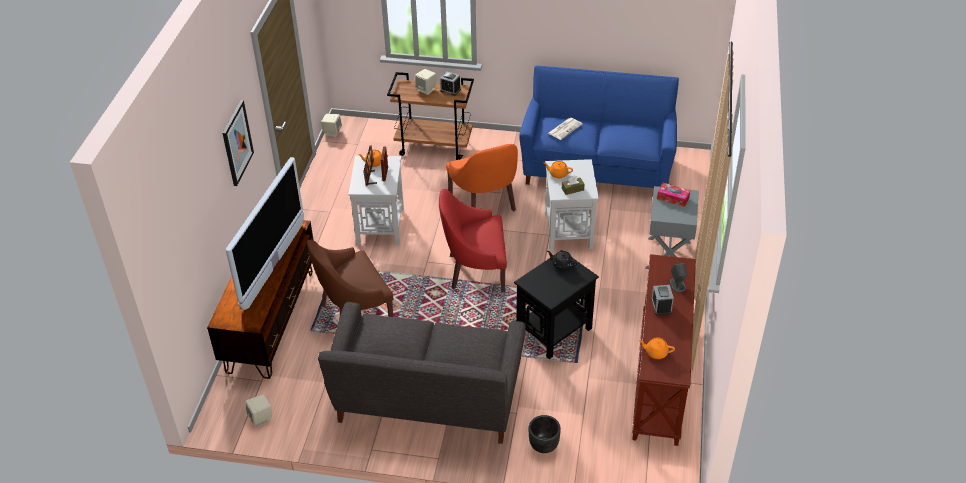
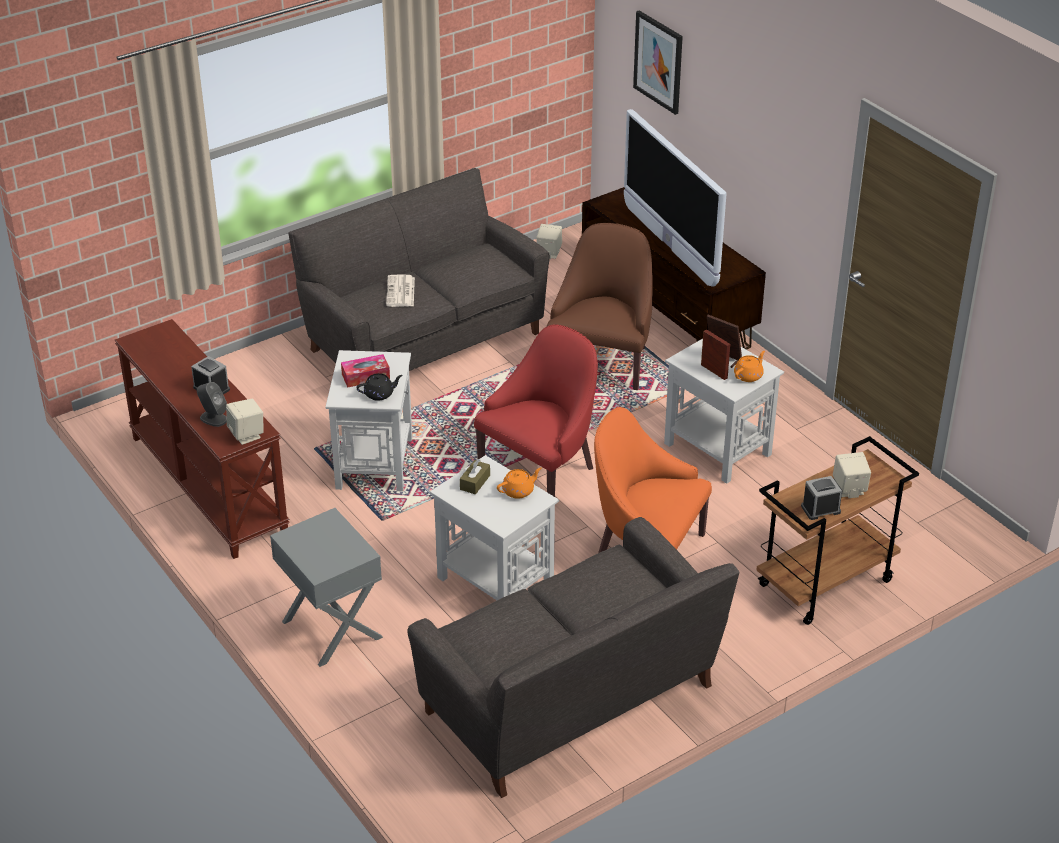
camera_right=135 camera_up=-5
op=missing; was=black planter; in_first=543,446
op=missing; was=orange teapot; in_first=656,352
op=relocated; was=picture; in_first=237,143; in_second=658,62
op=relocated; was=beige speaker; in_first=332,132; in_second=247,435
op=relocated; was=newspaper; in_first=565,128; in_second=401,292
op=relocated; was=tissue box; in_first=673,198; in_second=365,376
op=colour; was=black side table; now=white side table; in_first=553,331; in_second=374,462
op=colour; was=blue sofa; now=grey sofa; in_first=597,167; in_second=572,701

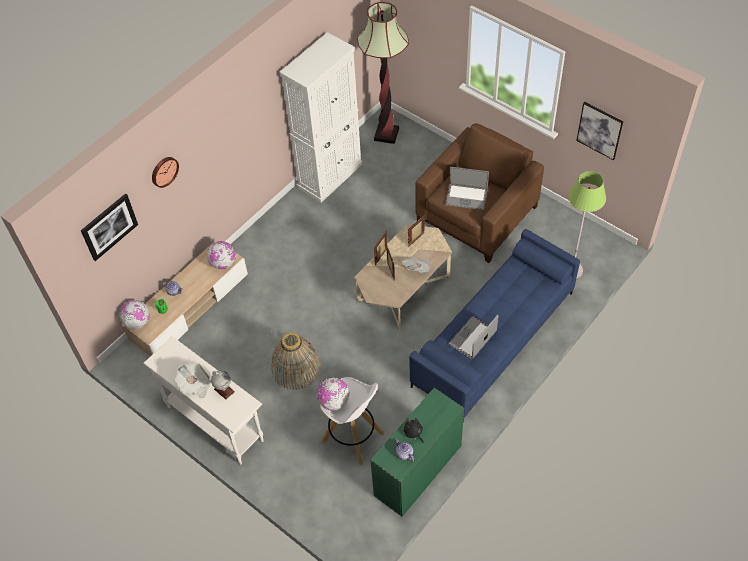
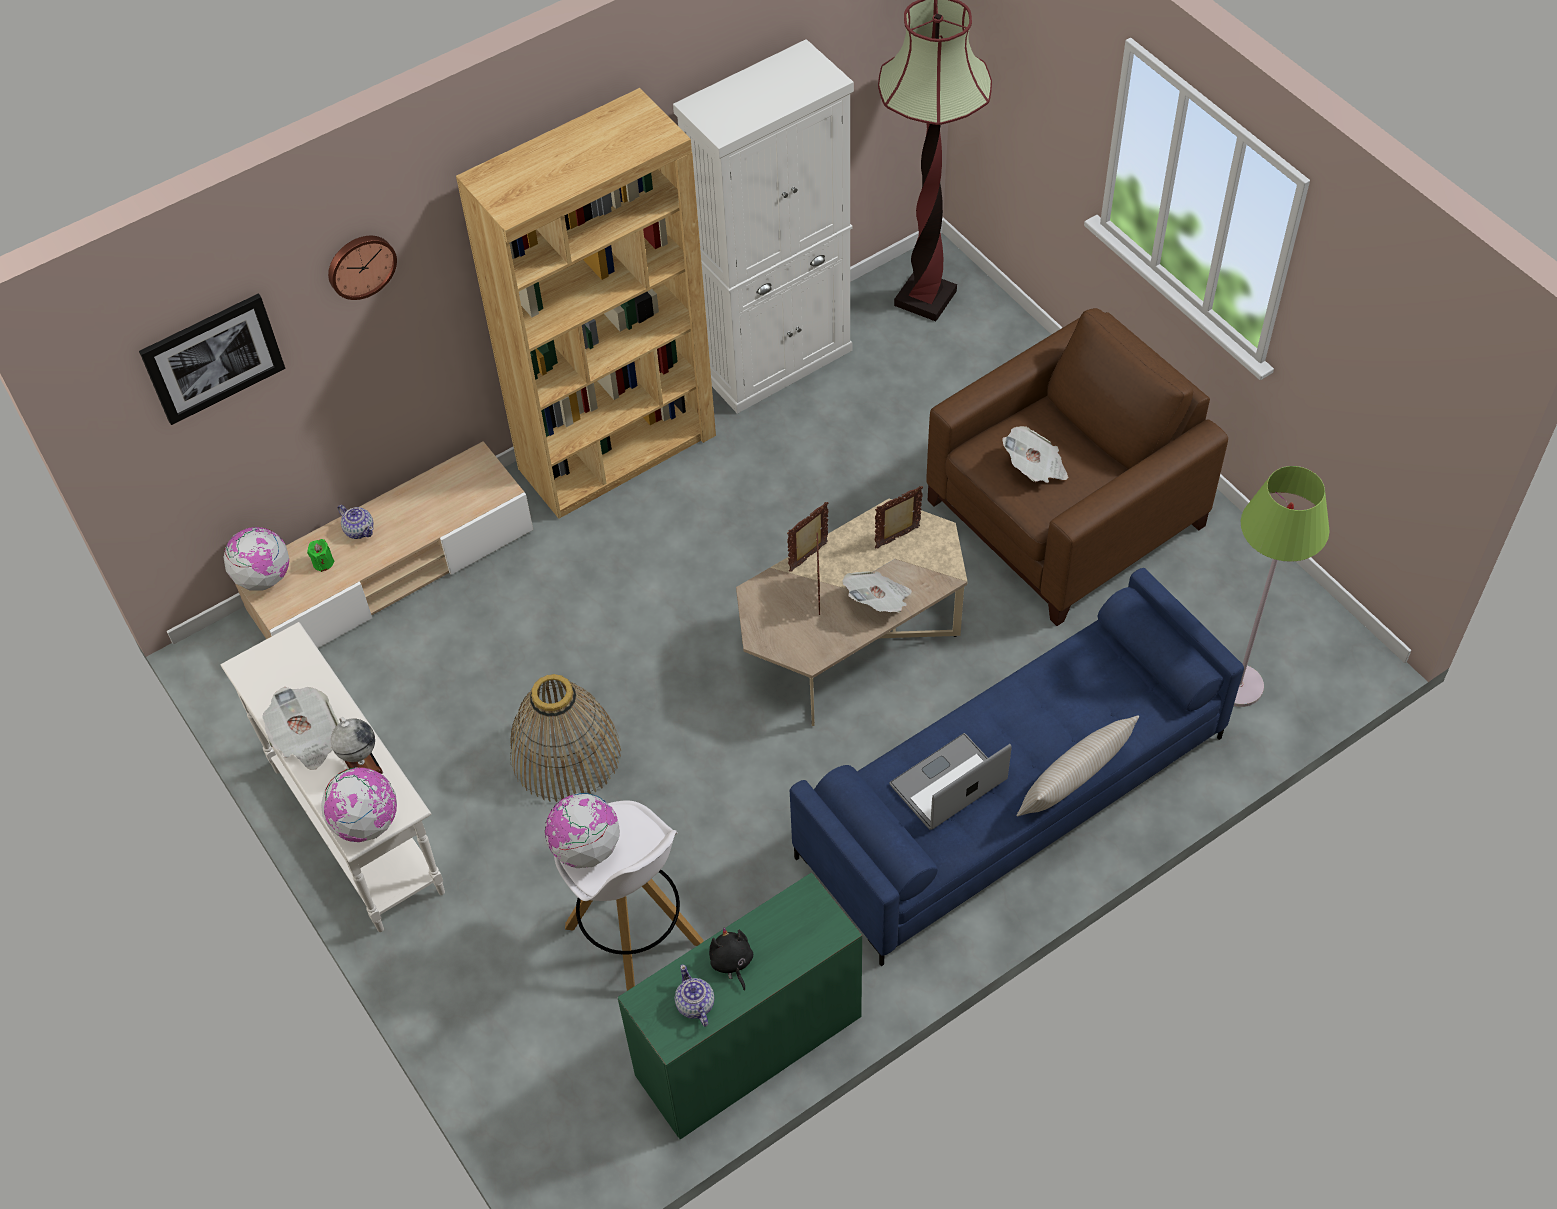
camera_right=15 camera_up=0
op=missing; was=picture; in_first=599,130
op=appeared; now=brown bookcase; in_second=618,452
op=appeared; now=beige pillow; in_second=1074,782
op=relocated; was=globe; in_first=223,263; in_second=366,822
op=exchanged; was=laptop; now=newspaper; in_first=466,197; in_second=1035,468

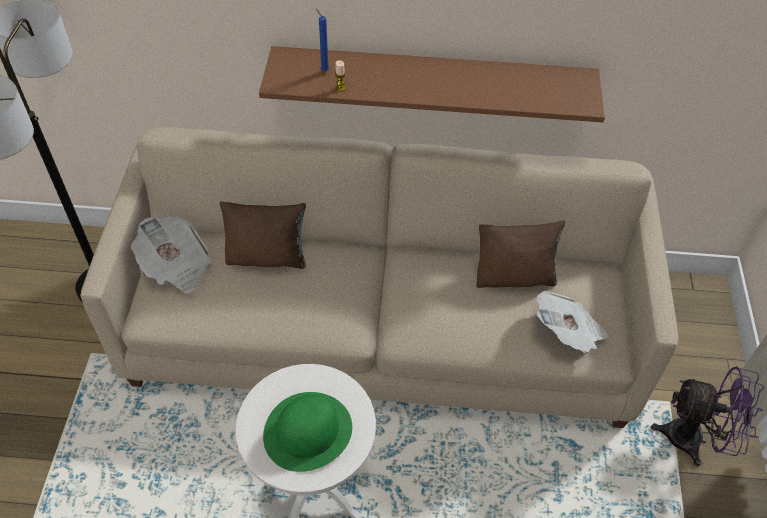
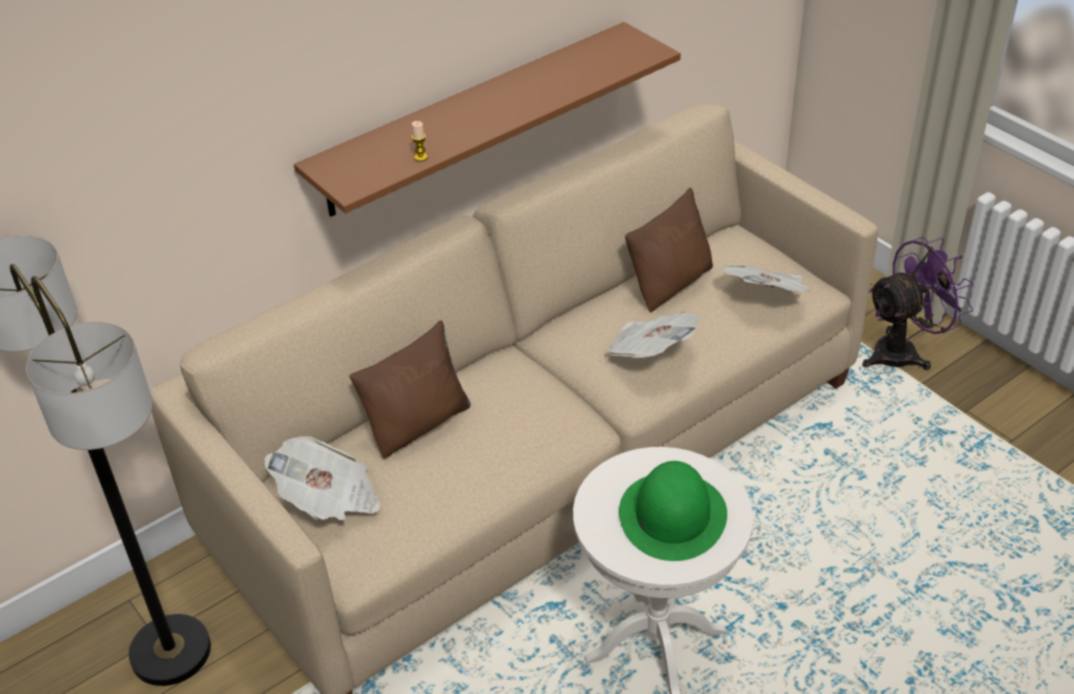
camera_right=-40 camera_up=-10
op=missing; was=blue candle; in_first=324,70
op=appeared; now=newspaper; in_second=651,353

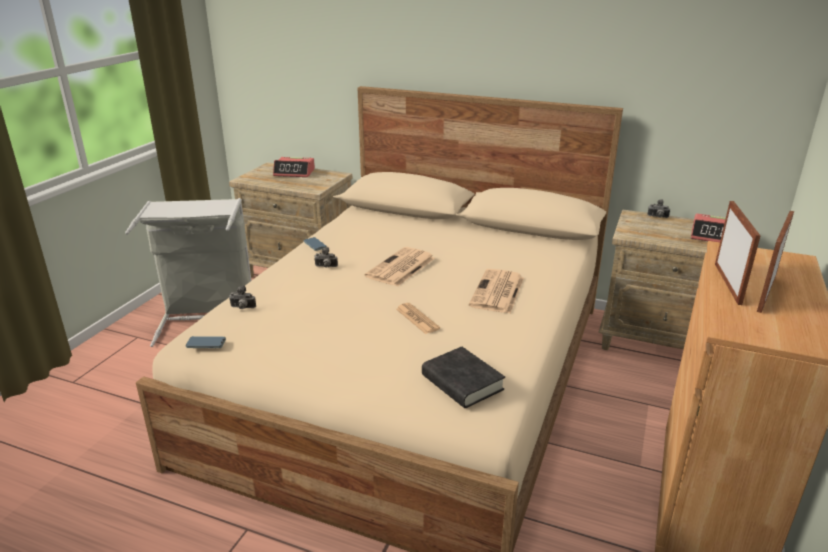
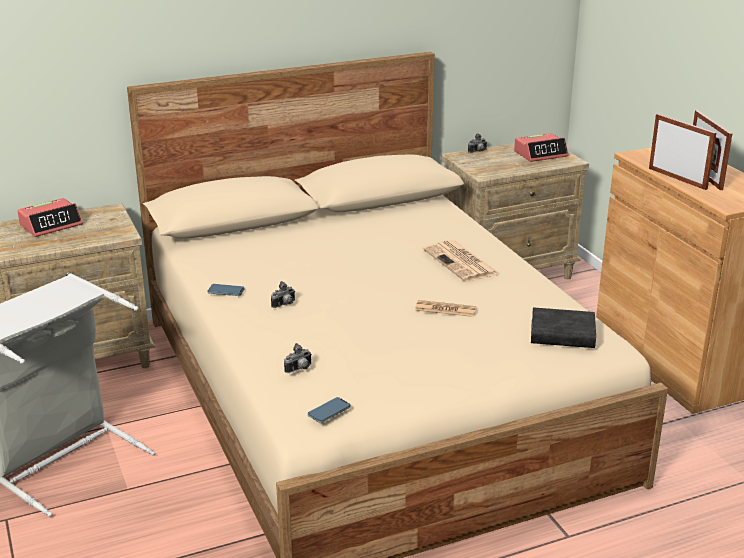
camera_right=-45 camera_up=0
op=missing; was=newspaper; in_first=400,268

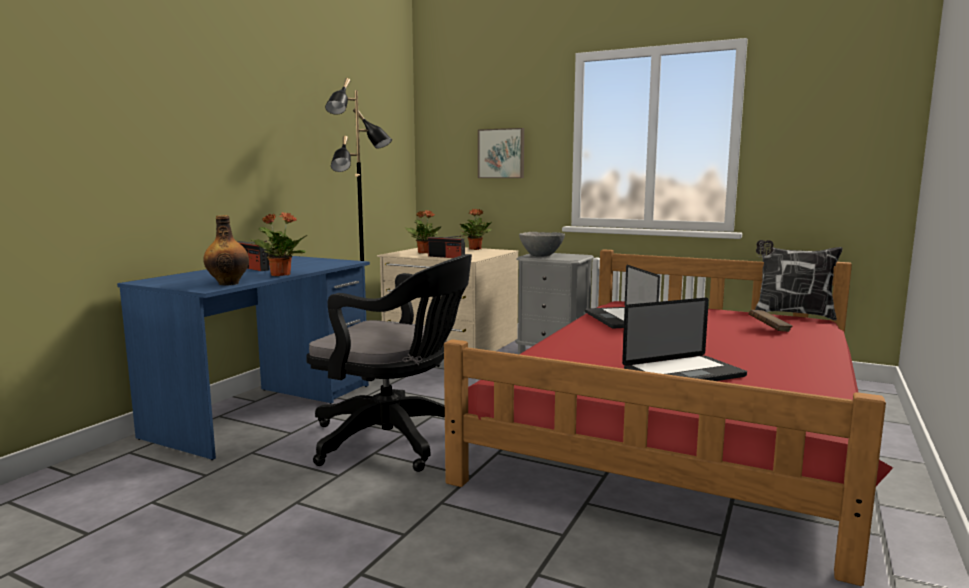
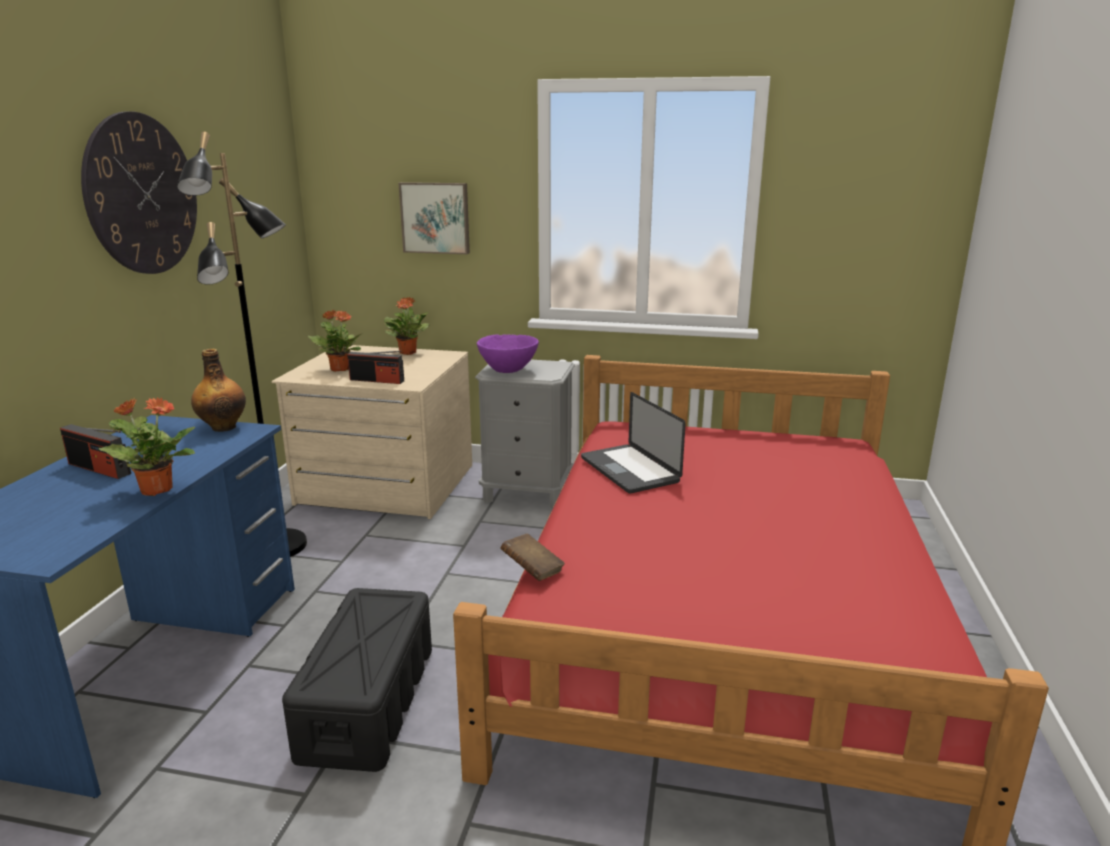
camera_right=-15 camera_up=10
op=missing; was=laptop; in_first=683,374
op=missing; was=pillow; in_first=792,314
op=appeared; now=wall clock; in_second=142,194
op=relocated; was=bottle; in_first=228,283; in_second=223,427
op=relocated; was=brown book; in_first=769,330; in_second=532,570
op=exchanged; was=black office chair; now=black storage box; in_first=396,441; in_second=368,703
op=colour; was=grey bowl; now=purple bowl; in_first=541,256; in_second=508,370

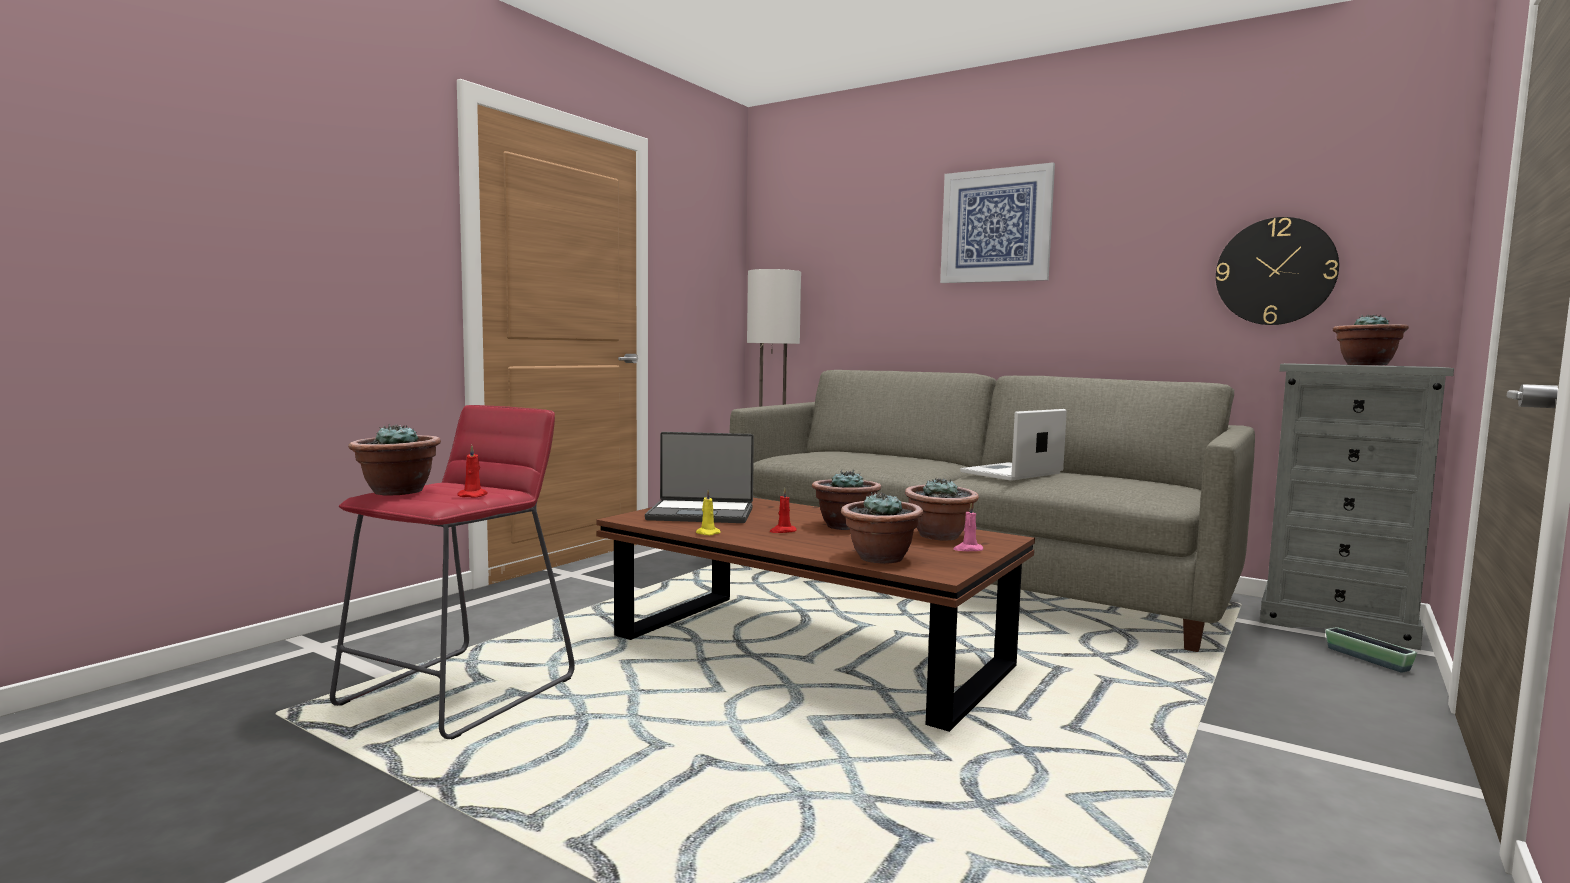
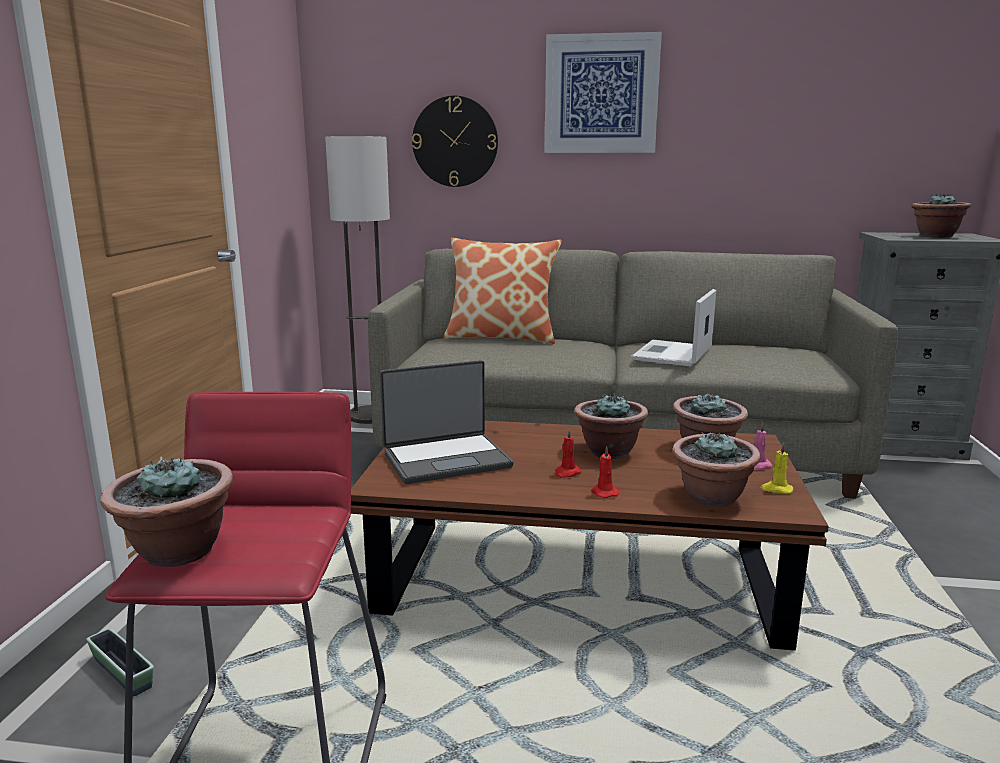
camera_right=-25 camera_up=10
op=appeared; now=pillow; in_second=501,337
op=relocated; was=red candle; in_first=473,495; in_second=604,492
op=relocated; was=yellow candle; in_first=706,533; in_second=776,489
op=relocated; was=wall clock; in_first=1275,271; in_second=455,142
op=relocated; was=planter; in_first=1367,659; in_second=122,673

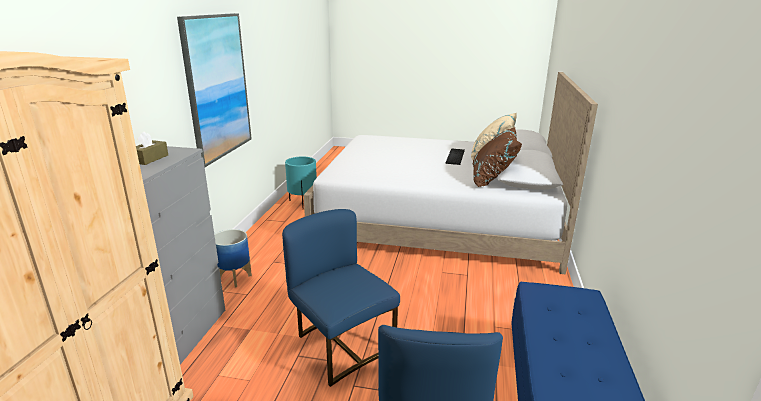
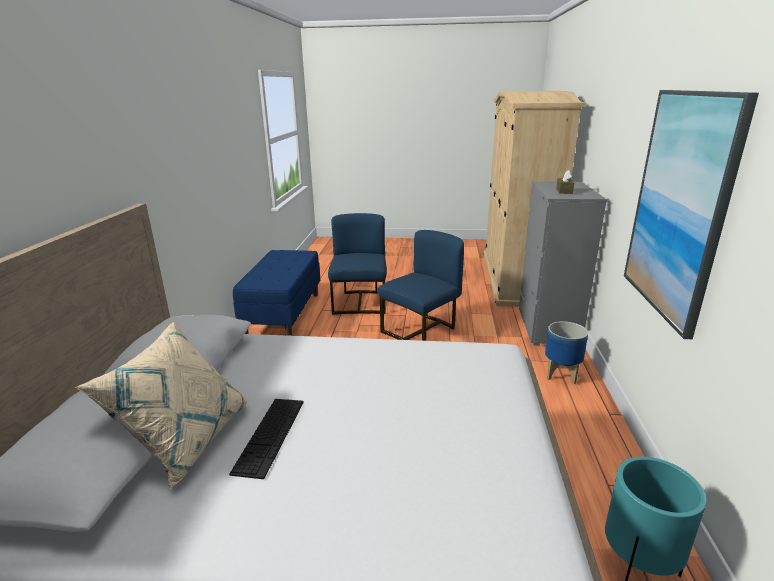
camera_right=175 camera_up=0
op=missing; was=brown pillow; in_first=492,179
op=spun; was=blue chair; in_first=341,345; in_second=421,332; clockwise=-90

